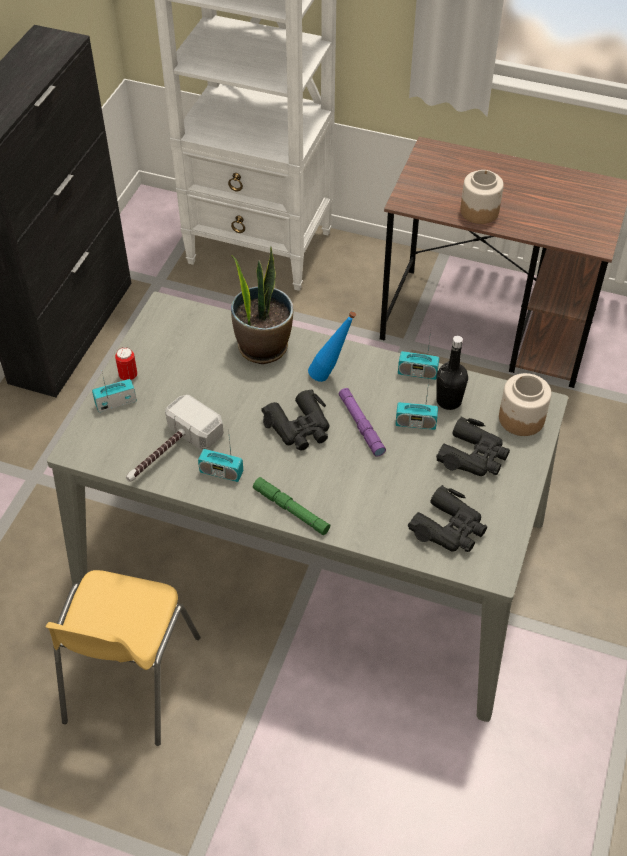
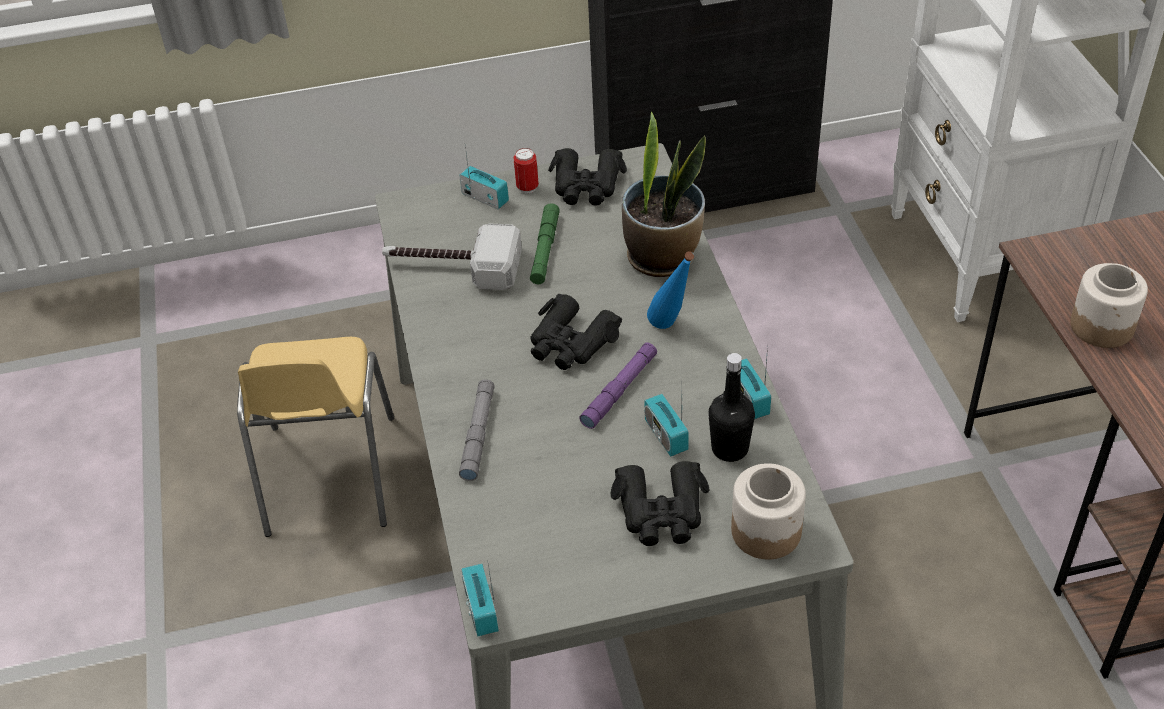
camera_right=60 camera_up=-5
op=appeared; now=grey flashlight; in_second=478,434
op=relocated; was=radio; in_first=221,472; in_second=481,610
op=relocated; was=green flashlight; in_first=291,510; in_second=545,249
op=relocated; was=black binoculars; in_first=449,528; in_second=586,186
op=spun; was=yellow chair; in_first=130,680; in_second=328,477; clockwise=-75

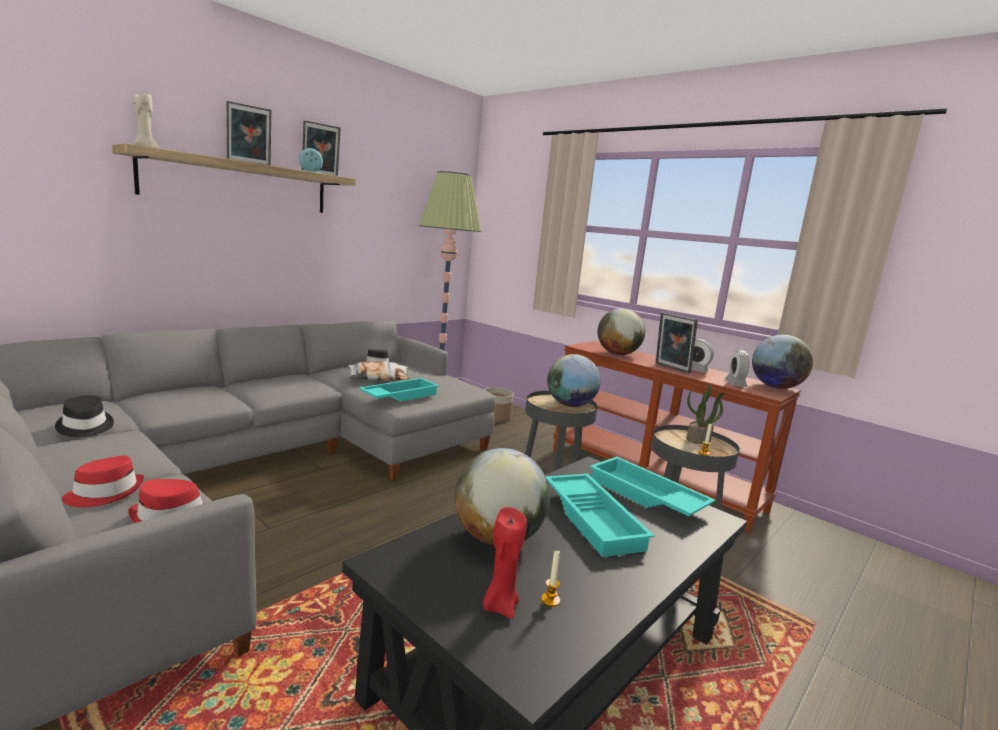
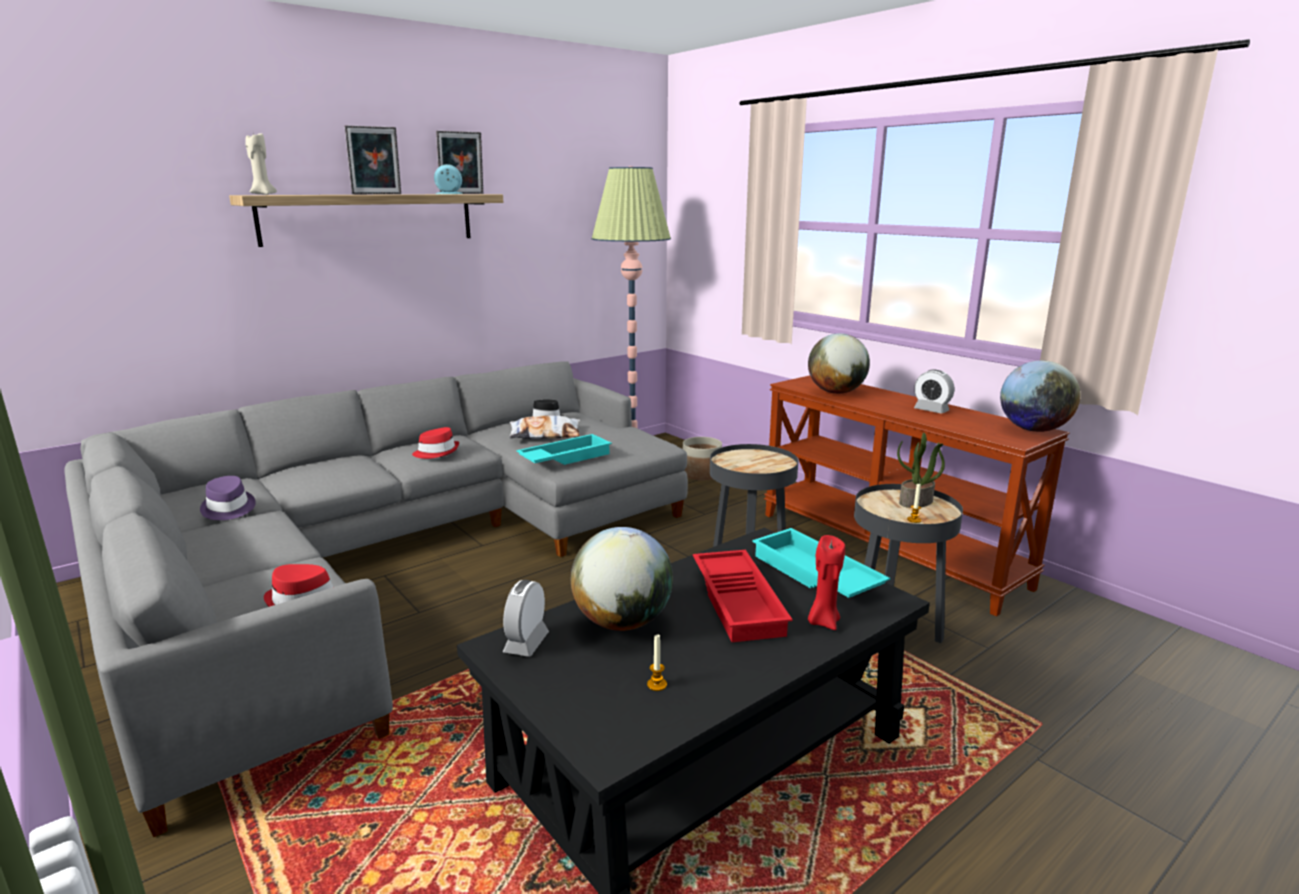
camera_right=10 camera_up=5
op=missing; was=globe; in_first=570,405
op=missing; was=picture frame; in_first=671,368
op=relocated; was=red hat; in_first=105,493; in_second=437,452
op=relocated; was=red candle; in_first=500,606; in_second=823,622
op=relocated; was=alarm clock; in_first=735,384; in_second=526,643
op=colour; was=black hat; now=purple hat; in_first=84,427; in_second=228,509
op=colour; was=turquoise tray; now=red tray; in_first=594,519; in_second=740,602

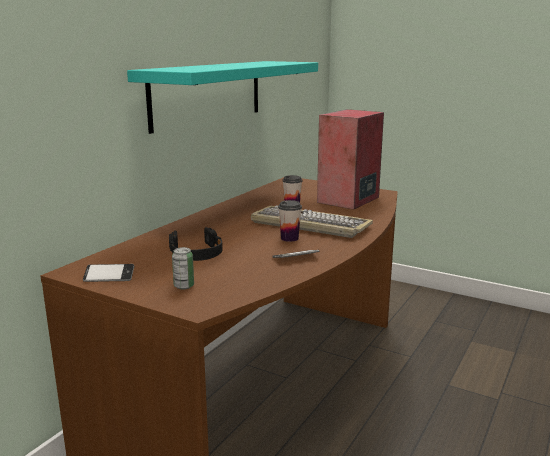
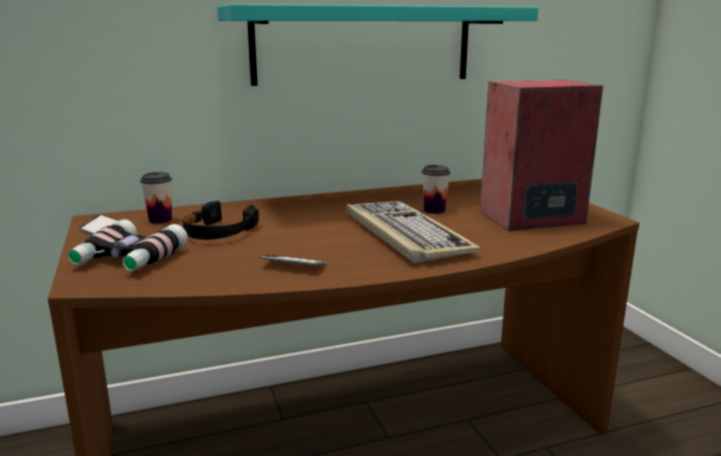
camera_right=40 camera_up=0
op=relocated; was=cup; in_first=289,238; in_second=160,220
op=exchanged; was=can; now=binoculars; in_first=184,286; in_second=128,259

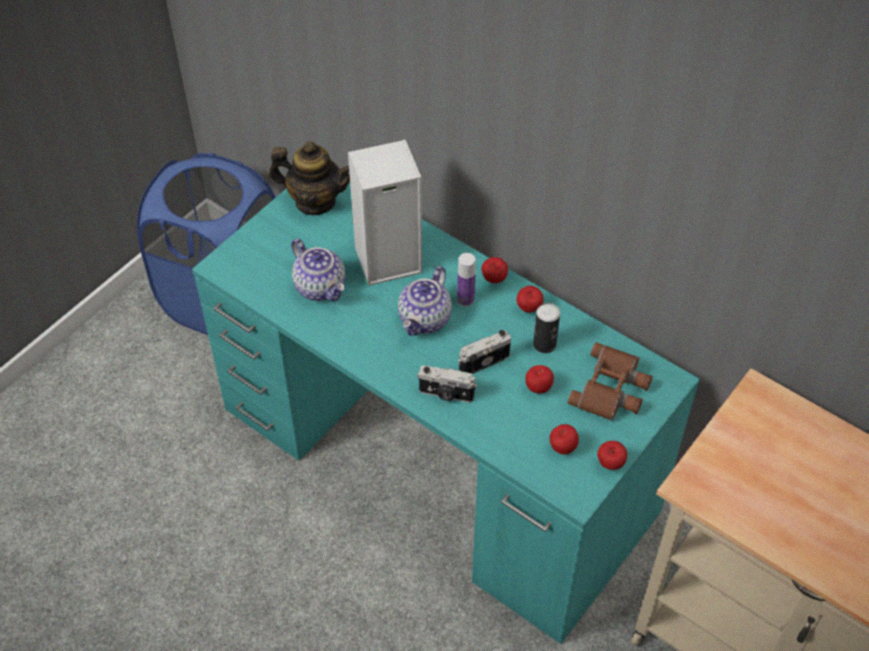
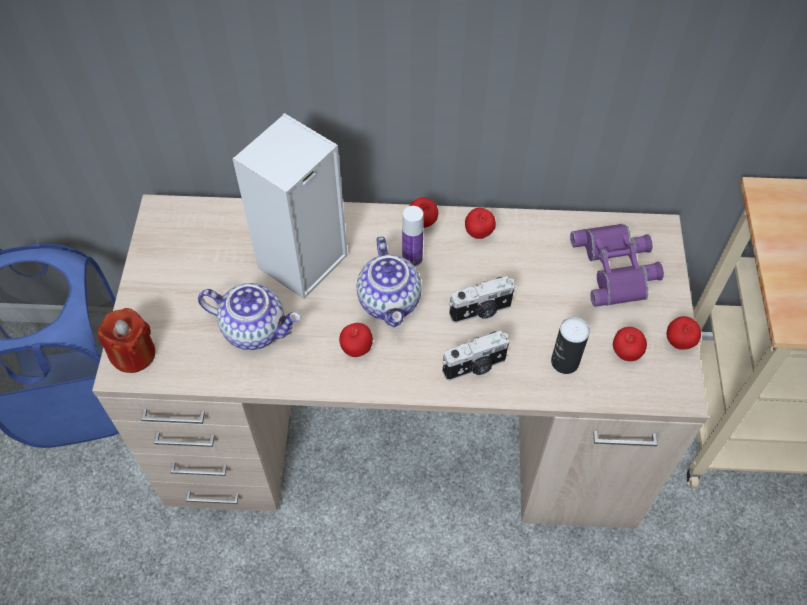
camera_right=-35 camera_up=5
op=missing; was=teapot; in_first=315,201
op=appeared; now=red candle; in_second=133,354
op=relocated; was=apple; in_first=538,388; in_second=356,349
op=relocated; was=can; in_first=544,344; in_second=565,362
op=colour; was=turquoise desk; now=beige desk; in_first=437,461; in_second=405,429
op=colour; was=brown binoculars; now=purple binoculars; in_first=612,389; in_second=617,268
op=spun; was=photo camera; in_first=483,361; in_second=481,311; clockwise=-135

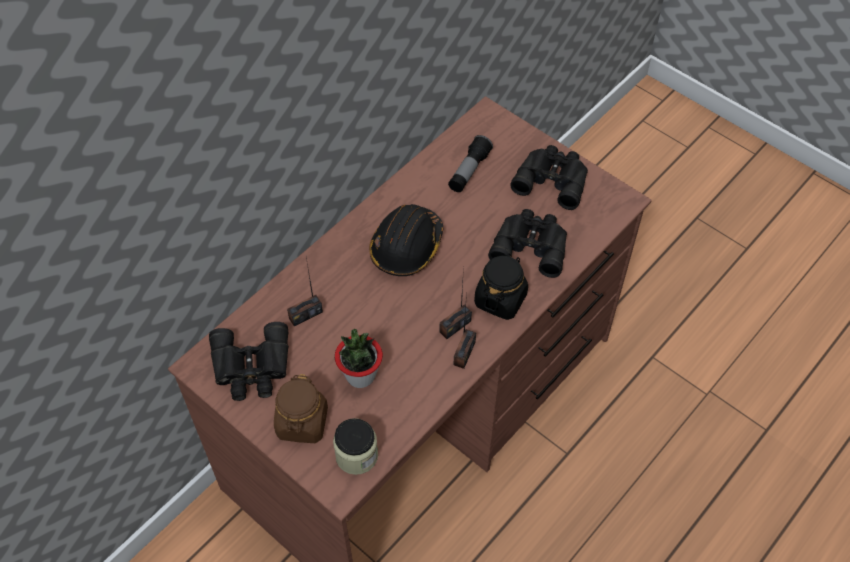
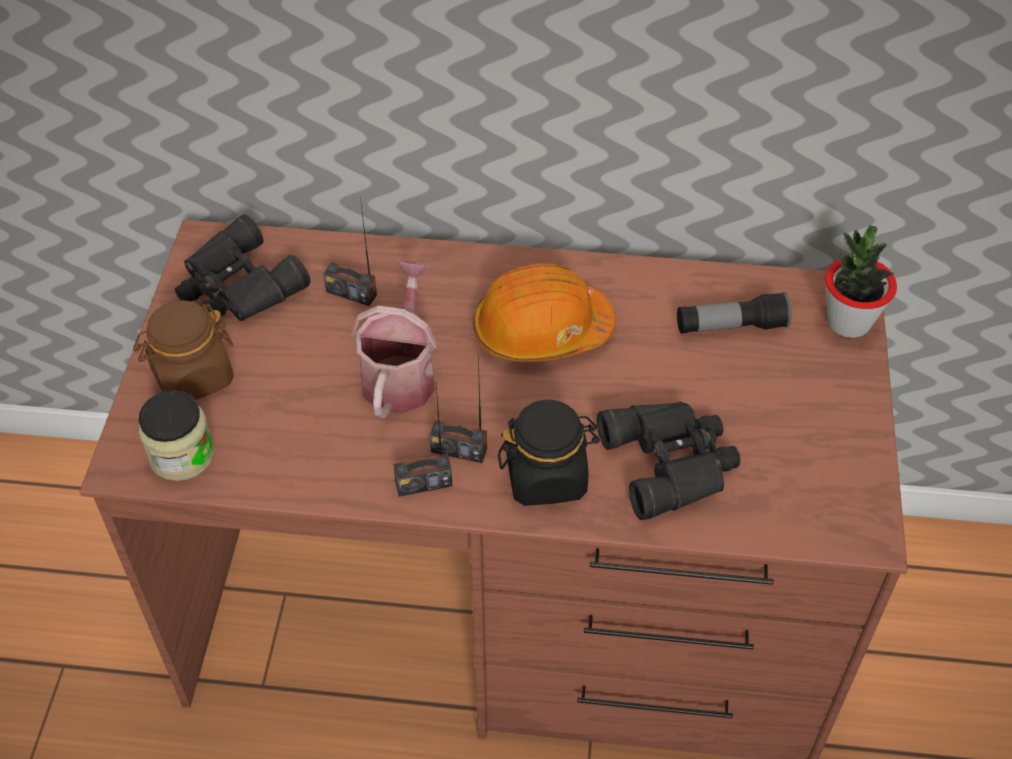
camera_right=55 camera_up=-5
op=missing; was=black binoculars; in_first=552,179
op=appeared; now=watering can; in_second=401,374
op=relocated; was=potted plant; in_first=360,375; in_second=848,322
op=colour; was=black hard hat; now=orange hard hat; in_first=406,247; in_second=541,331

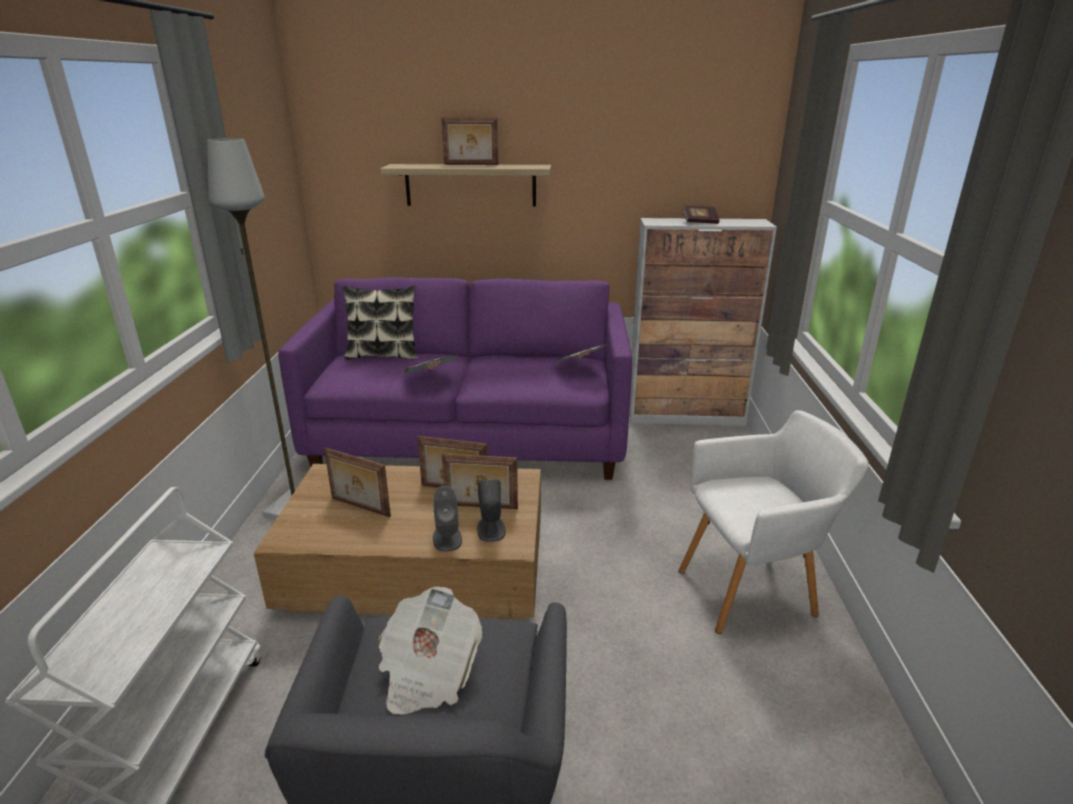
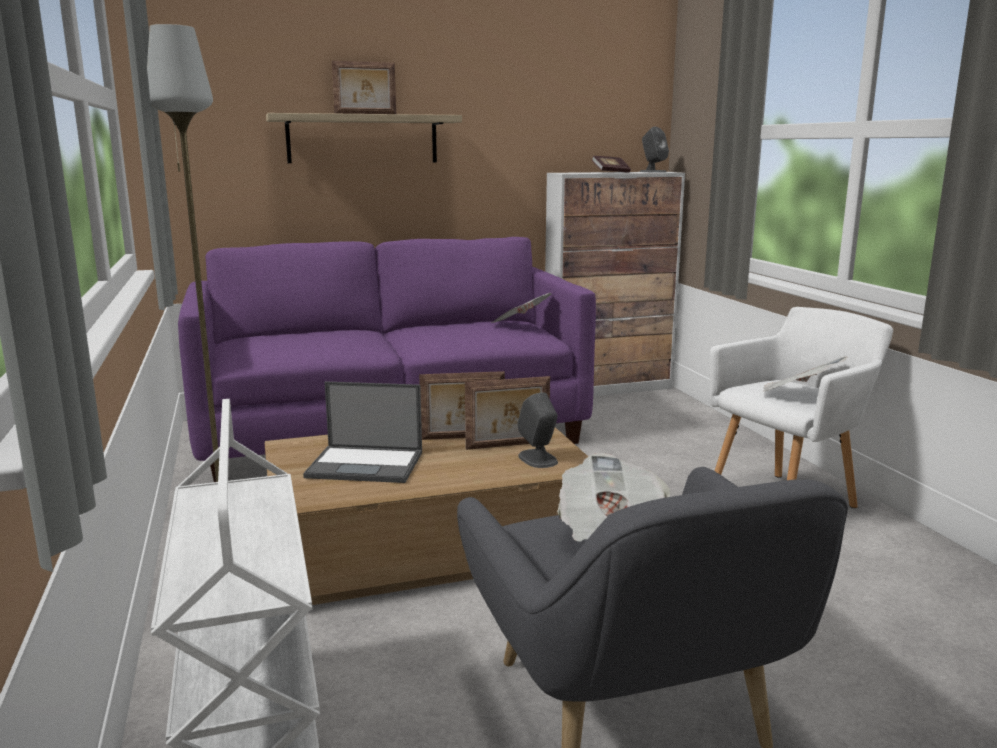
camera_right=-20 camera_up=-10
op=missing; was=pillow; in_first=383,355
op=relocated; was=newspaper; in_first=431,378; in_second=798,395
op=relocated; was=grey speaker; in_first=447,538; in_second=652,172
op=exchanged; was=picture frame; now=laptop; in_first=359,507; in_second=367,464

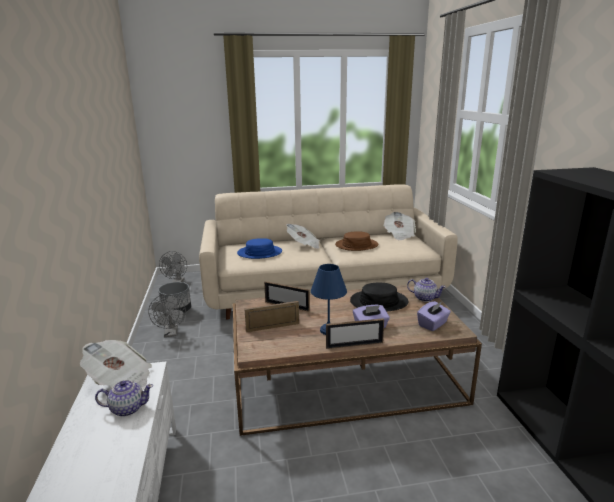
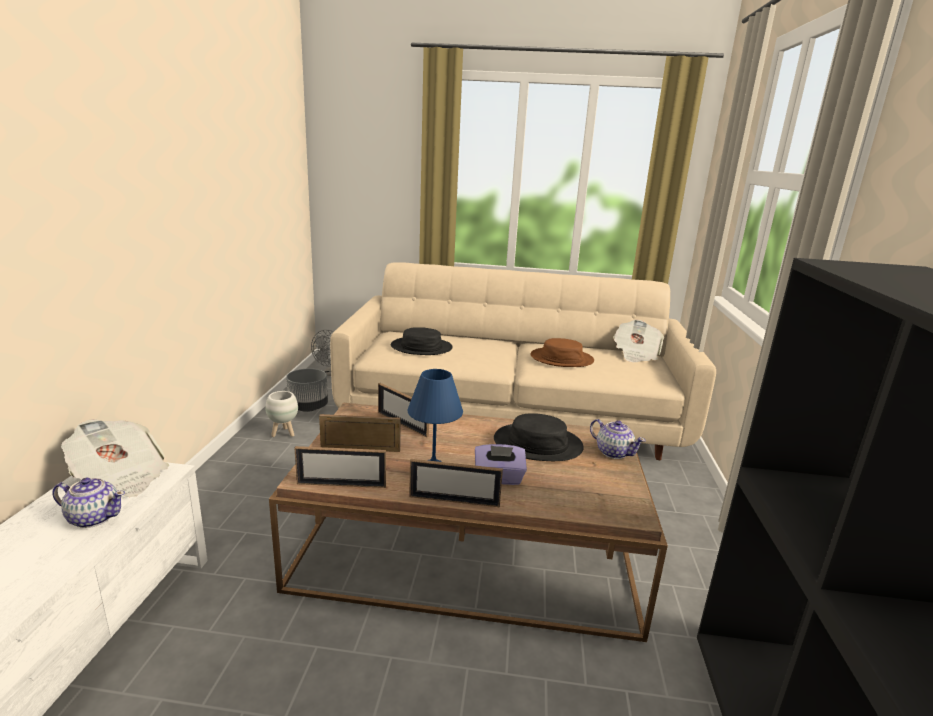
camera_right=15 camera_up=0
op=missing; was=newspaper; in_first=304,245
op=missing; was=purple tissue box; in_first=433,324
op=appeared; now=picture frame; in_second=341,485
op=exchanged; was=grey fan; now=white planter; in_first=171,333; in_second=284,433
op=colour; was=blue hat; now=black hat; in_first=259,253; in_second=421,347

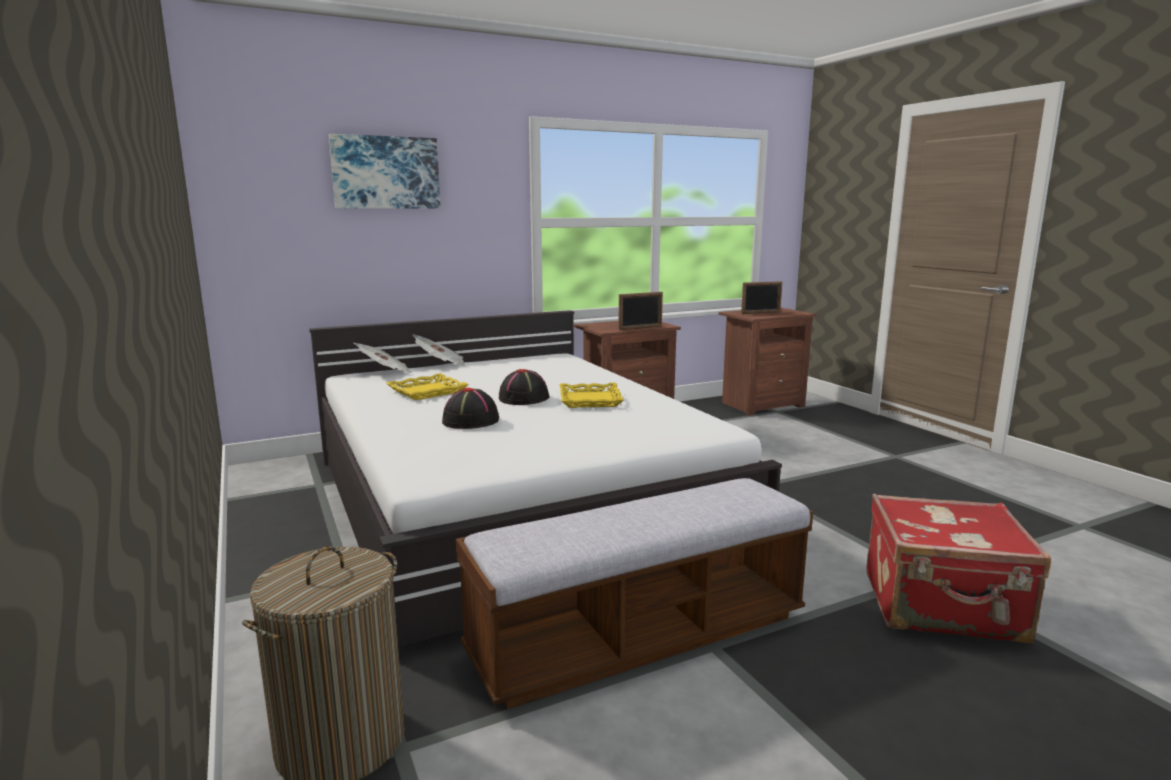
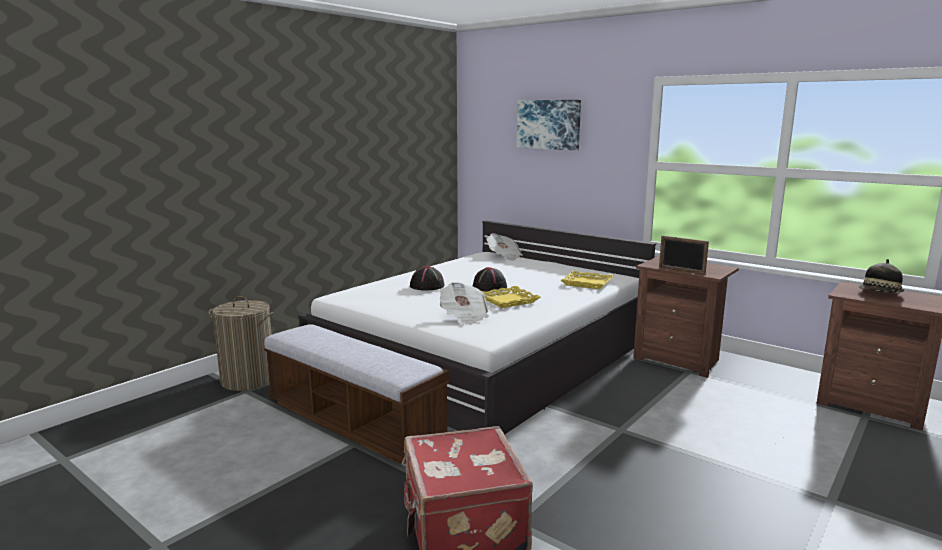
camera_right=65 camera_up=0
op=relocated; was=yellow tray; in_first=427,391; in_second=587,283
op=relocated; was=newspaper; in_first=441,364; in_second=464,317
op=exchanged; was=picture frame; now=hat; in_first=761,313; in_second=880,294

